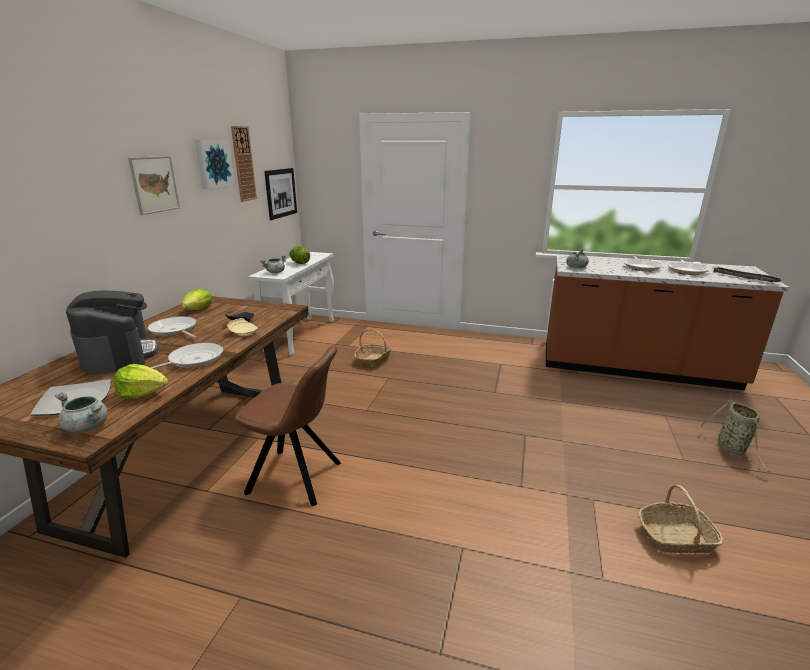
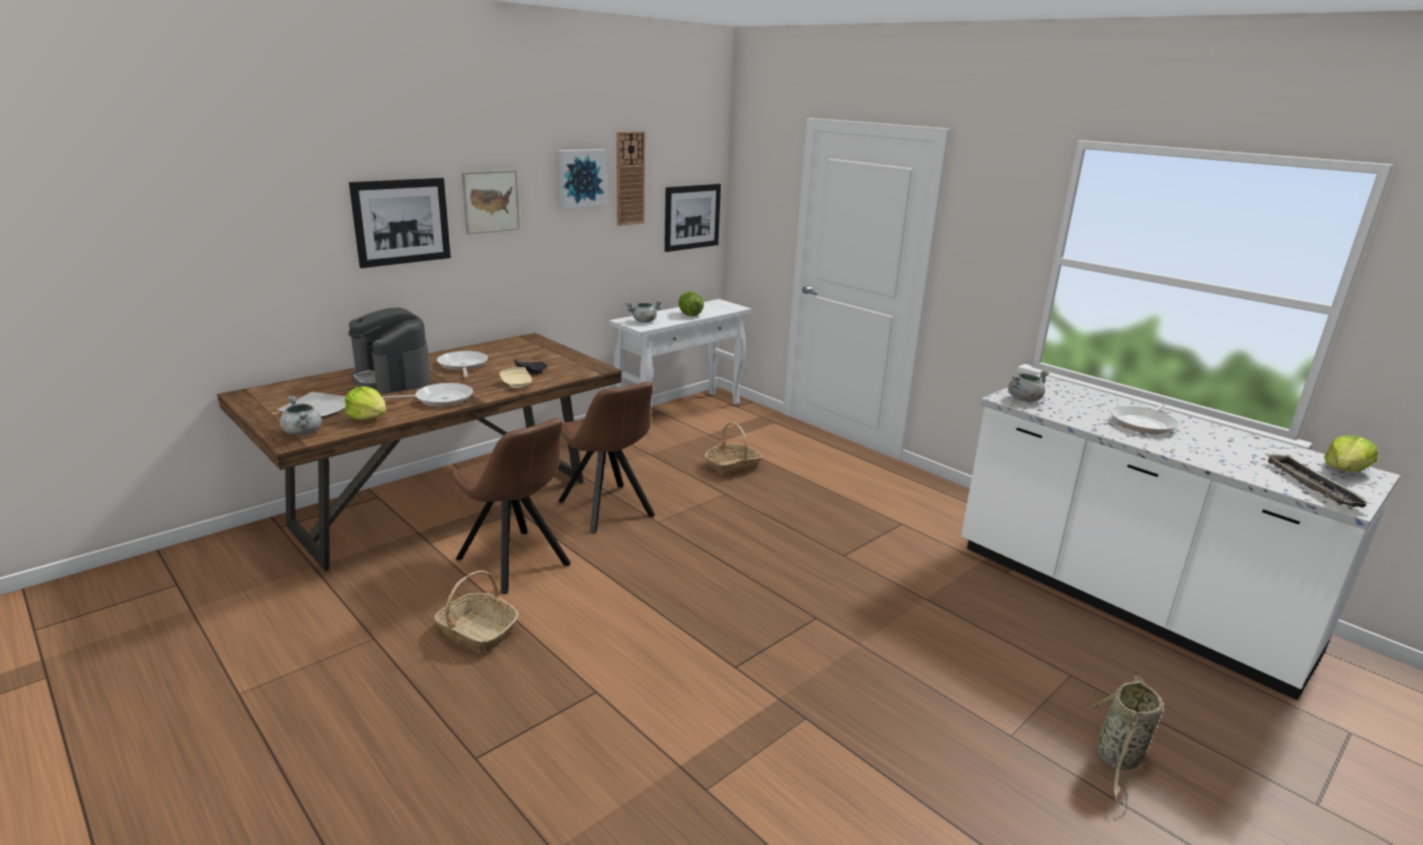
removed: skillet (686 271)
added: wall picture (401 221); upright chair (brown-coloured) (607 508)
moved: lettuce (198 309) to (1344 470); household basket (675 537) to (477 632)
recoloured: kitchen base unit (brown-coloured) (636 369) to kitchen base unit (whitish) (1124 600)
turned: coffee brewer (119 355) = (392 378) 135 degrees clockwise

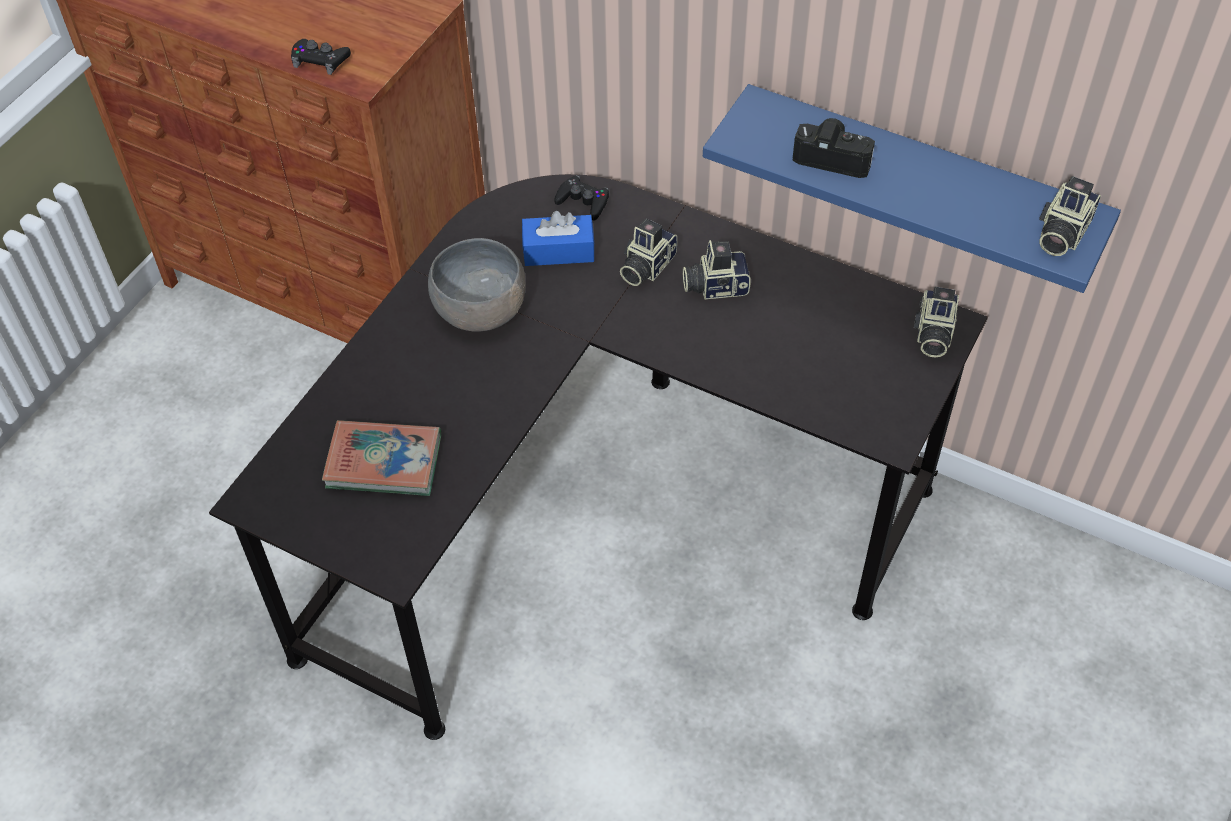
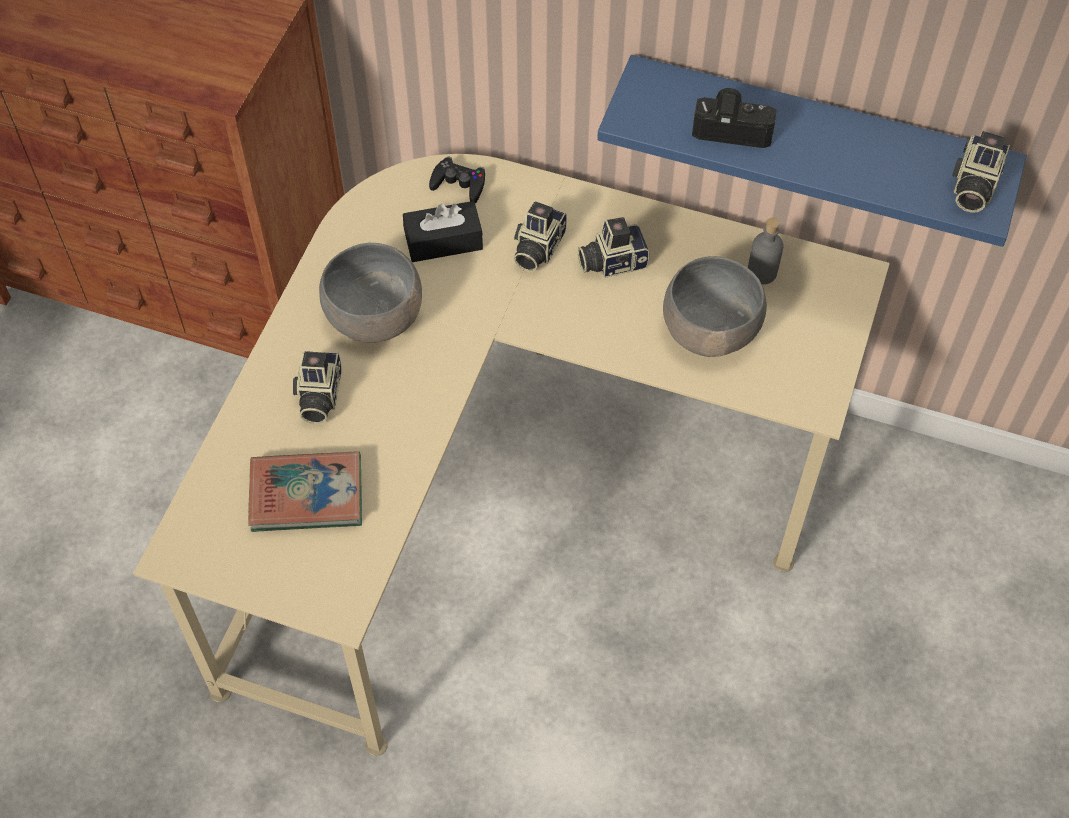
removed: joypad (black-coloured) (320 60)
added: bottle (greyish) (762 272); serving bowl (greyish) (709 330)
moved: still camera (932 334) to (318 396)
recoloured: desk table (black-coloured) (598 511) to desk table (beige-coloured) (502 493); box of tissues (blue-coloured) (558 250) to box of tissues (black-coloured) (443 241)

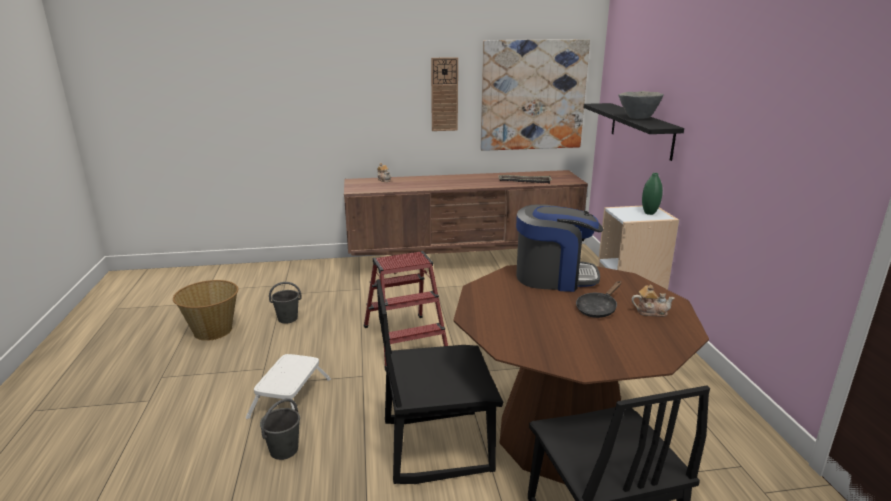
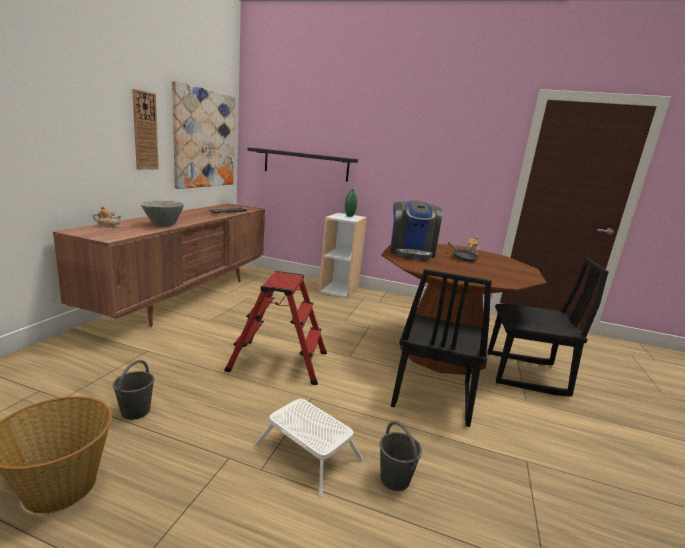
moved: serving bowl (greyish) (637 118) to (163 225)
turned: coffee brewer (554 277) = (411 252) 150 degrees clockwise

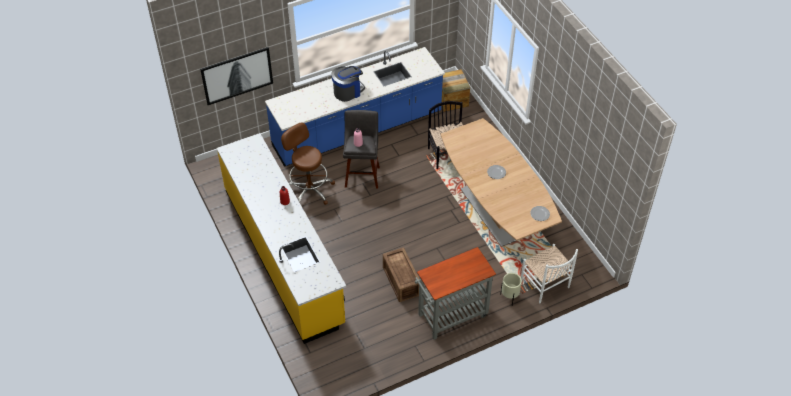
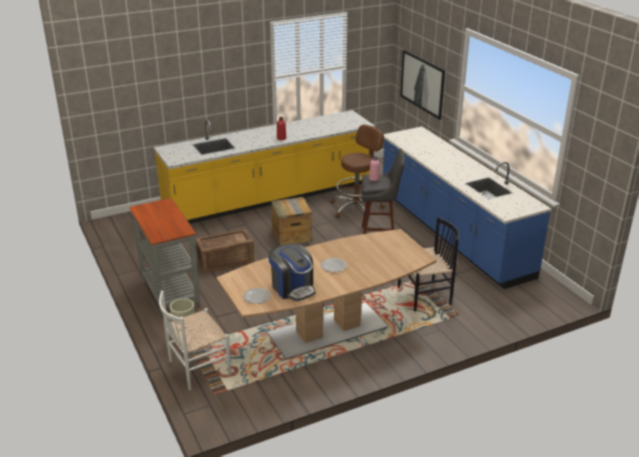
moved: coffee brewer (348 91) to (292 288); crate (451 100) to (291 235)

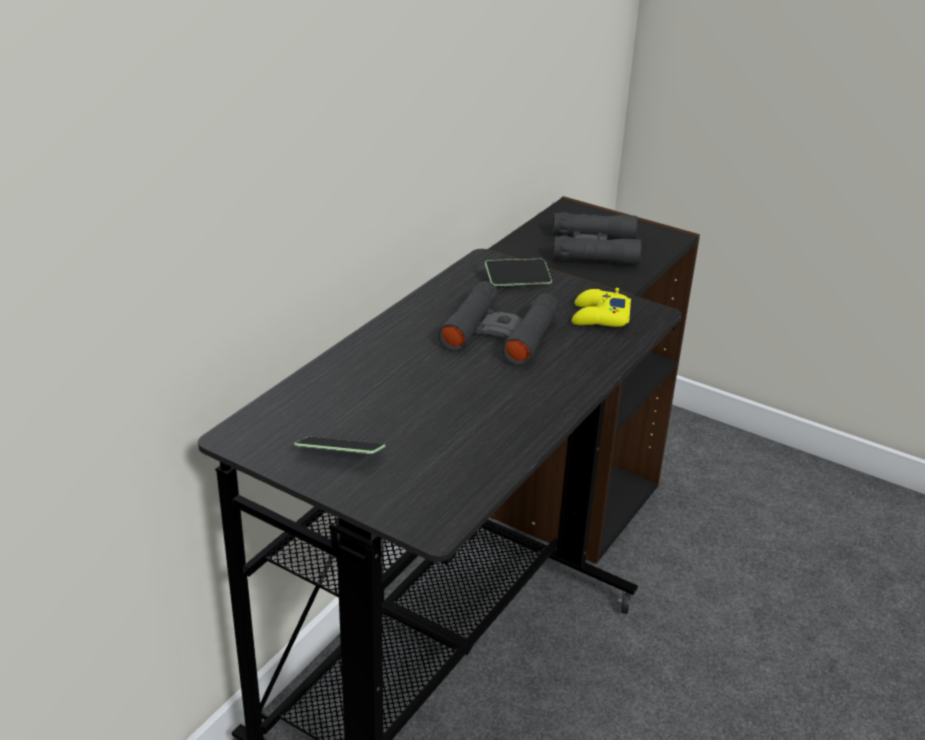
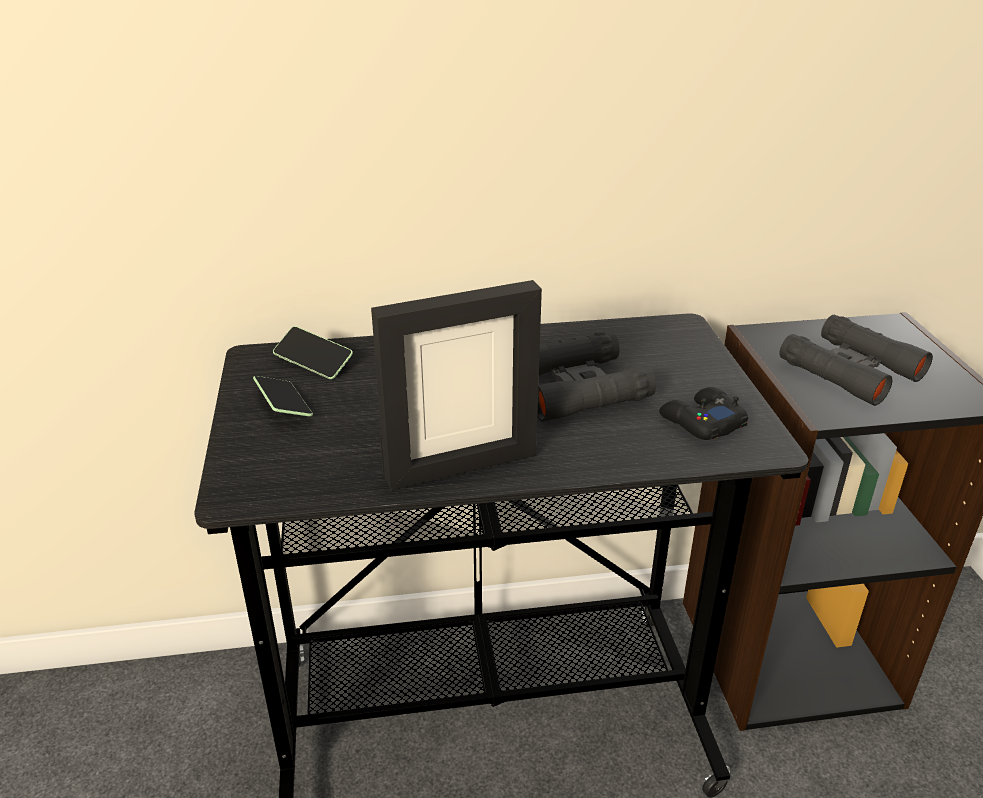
added: photo frame (460 465)
moved: phone (517 281) to (313 362)
recoloured: joypad (yellow-coloured) (599 317) to joypad (black-coloured) (701 422)

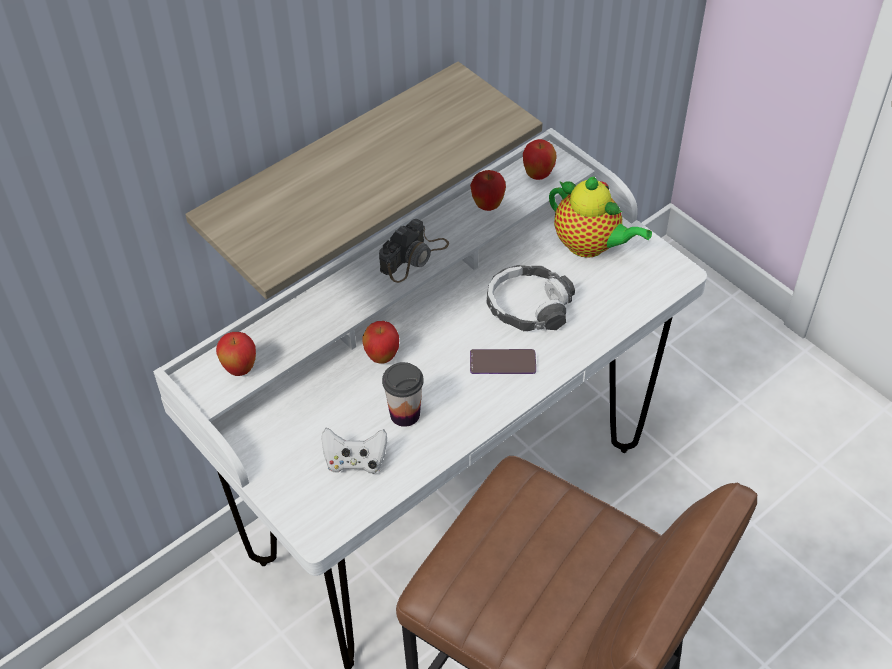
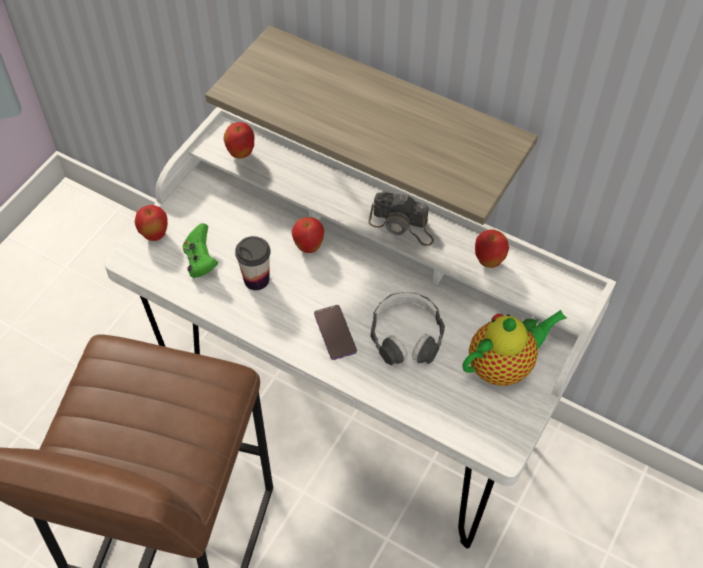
moved: whole apple (538 175) to (155 235)
recoloured: joypad (whitish) (355 461) to joypad (greenish) (201 261)
turned: teapot (590 245) = (504 365) 135 degrees counterclockwise

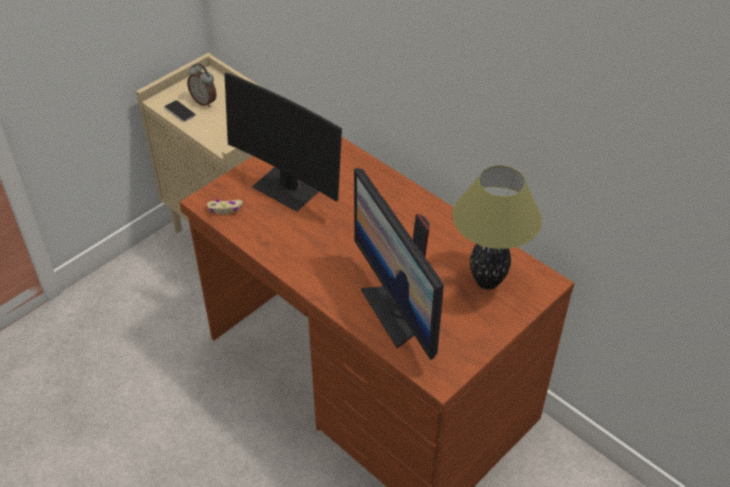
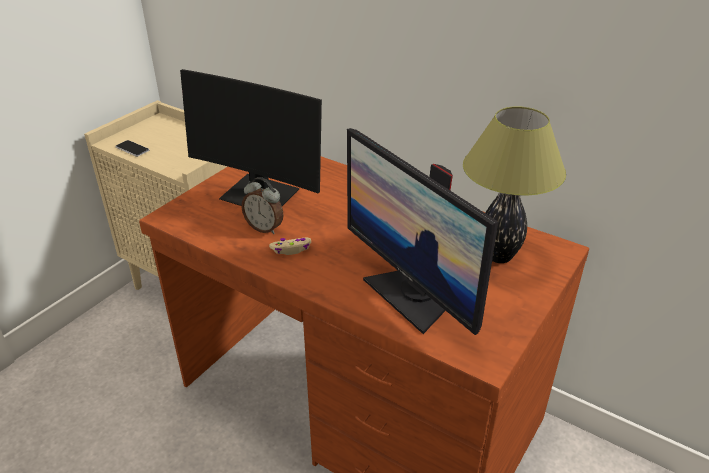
moved: table clock (204 101) to (265 228); joypad (beige-coloured) (225 209) to (291 249)

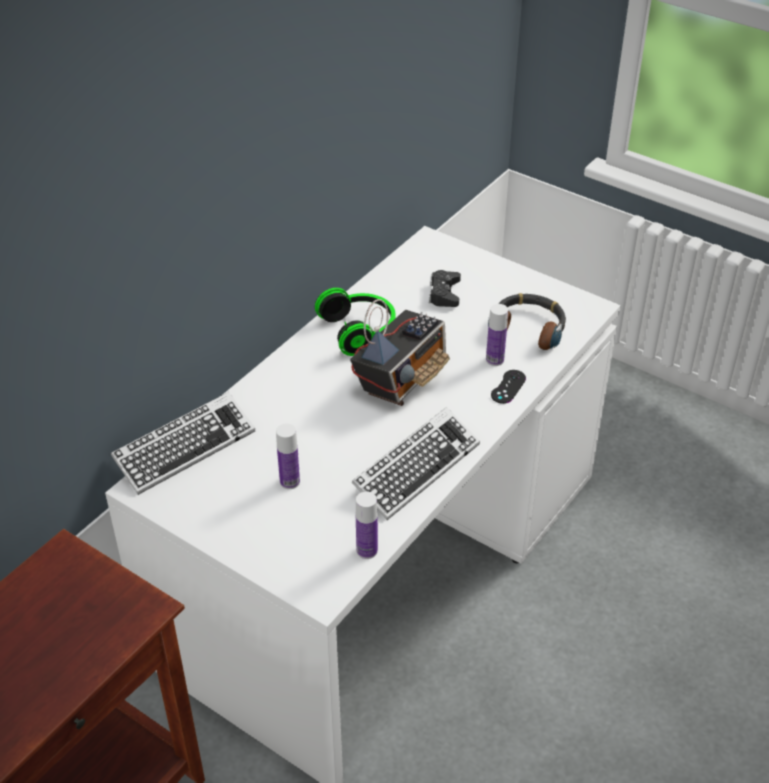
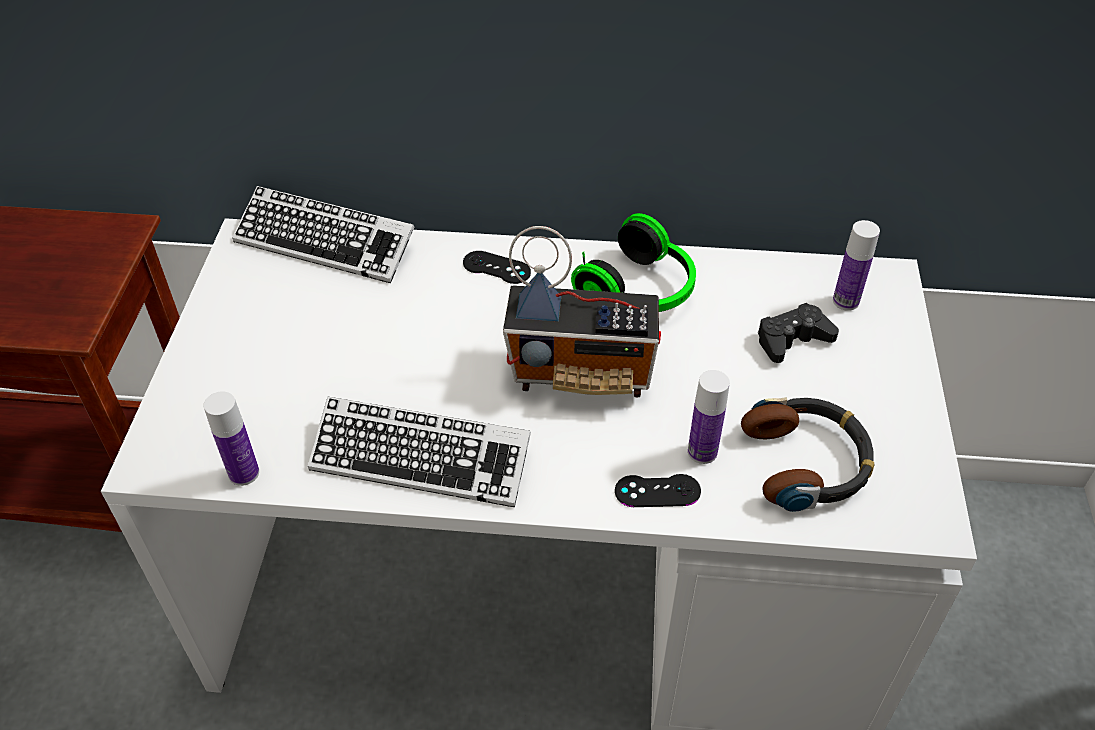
added: joypad (black-coloured) (496 267)
moved: bottle (290 482) to (845 301)

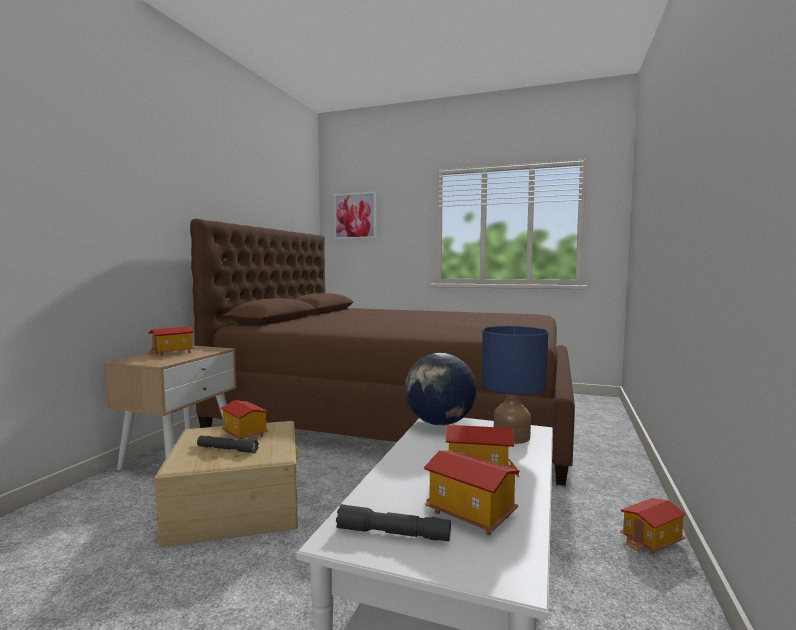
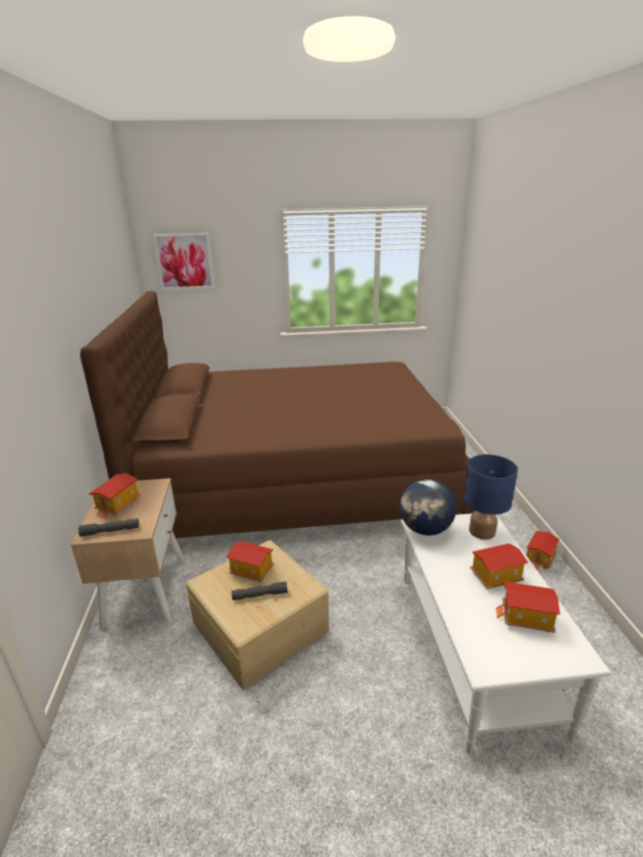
moved: torch (greyish) (393 534) to (110 531)

